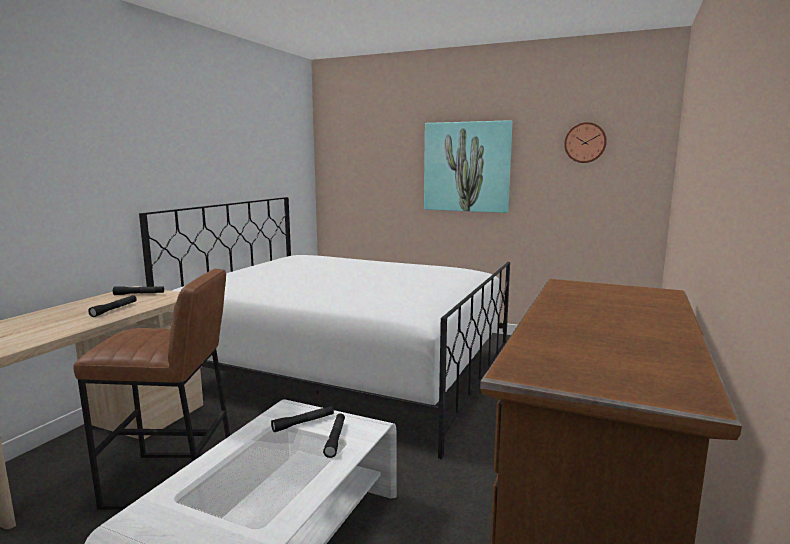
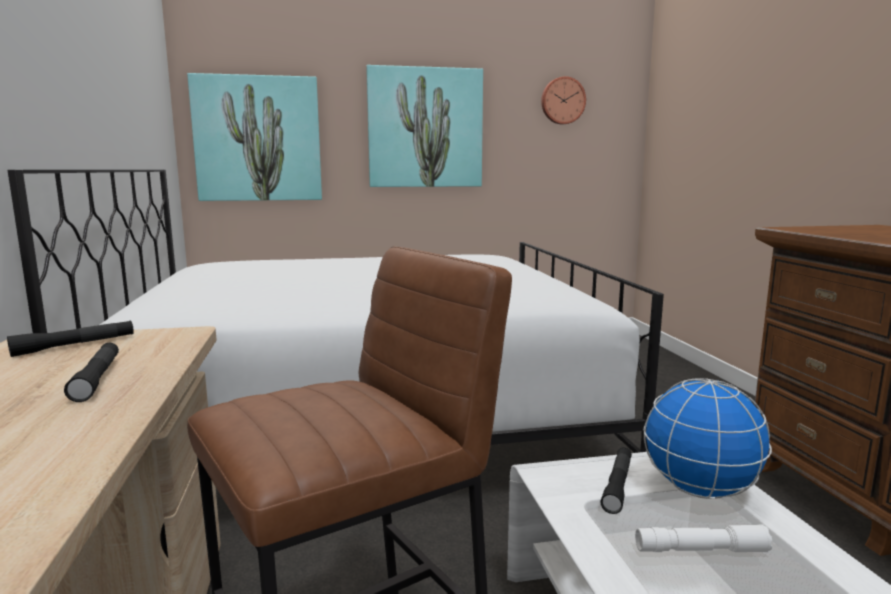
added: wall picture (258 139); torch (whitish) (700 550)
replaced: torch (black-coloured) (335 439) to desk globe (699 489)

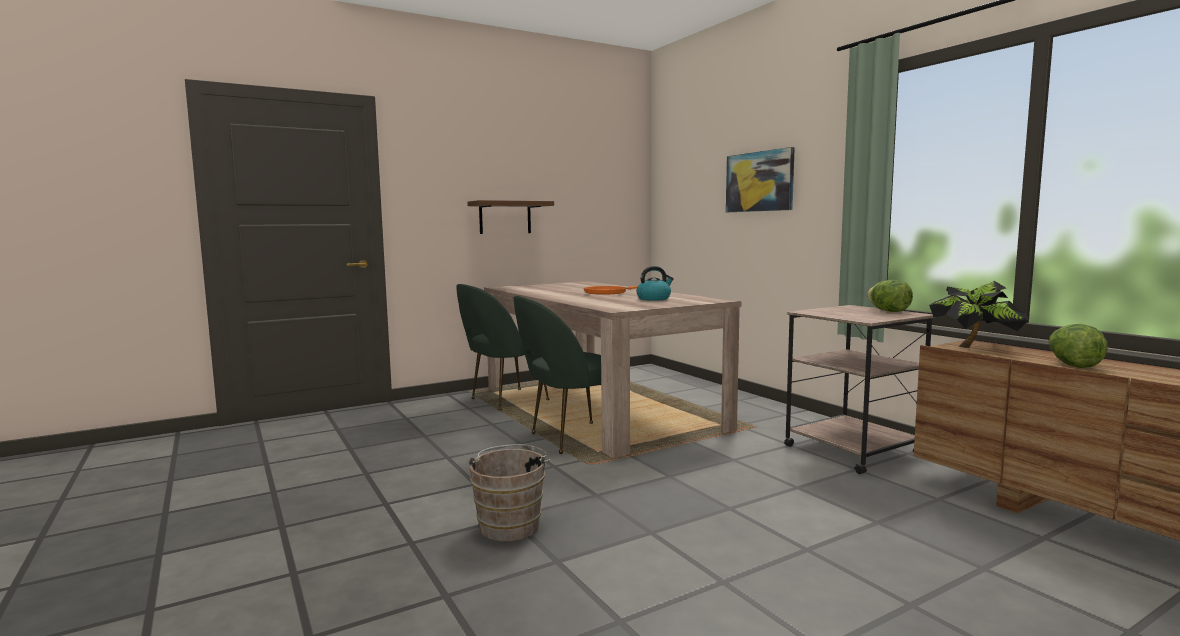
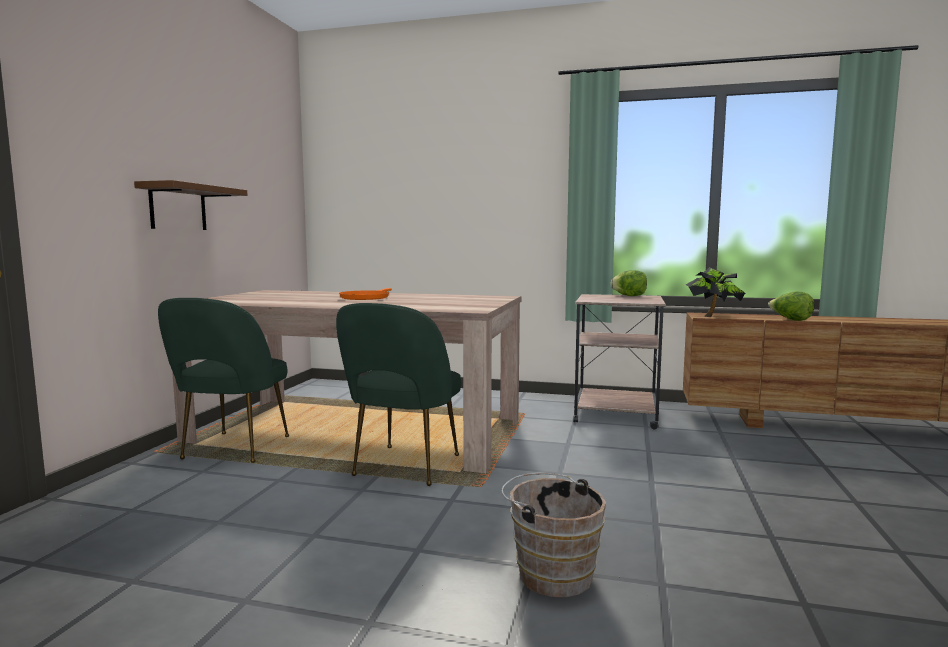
removed: wall picture (759 181); water kettle (654 299)

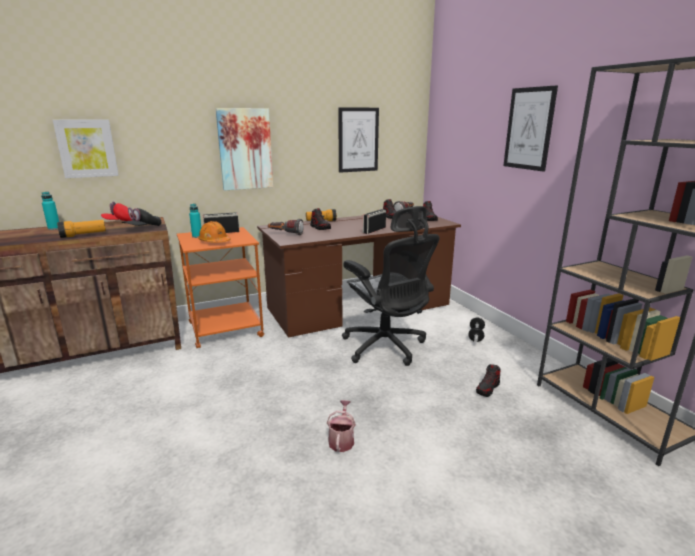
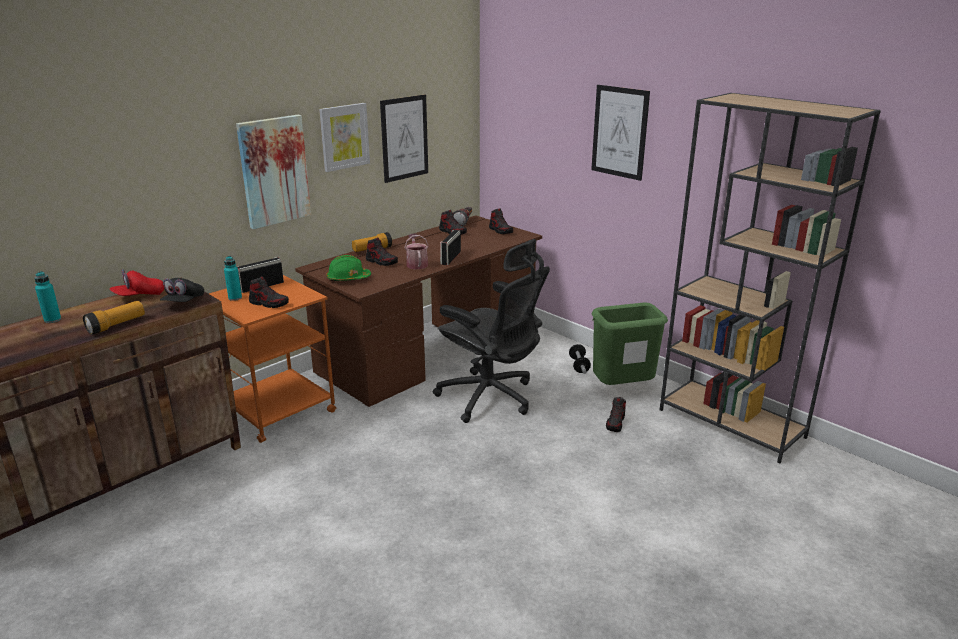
added: trash can (greenish) (622 389)
moved: wall picture (87 148) to (344 136); watering can (341 439) to (416 264)
replaced: torch (285 234) to hard hat (greenish) (348 278); hard hat (orange) (214 241) to item of footwear (269 303)

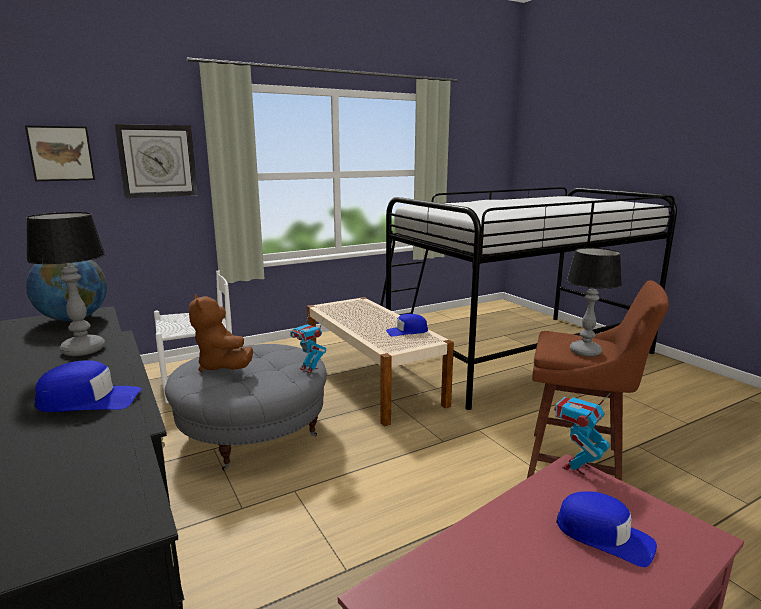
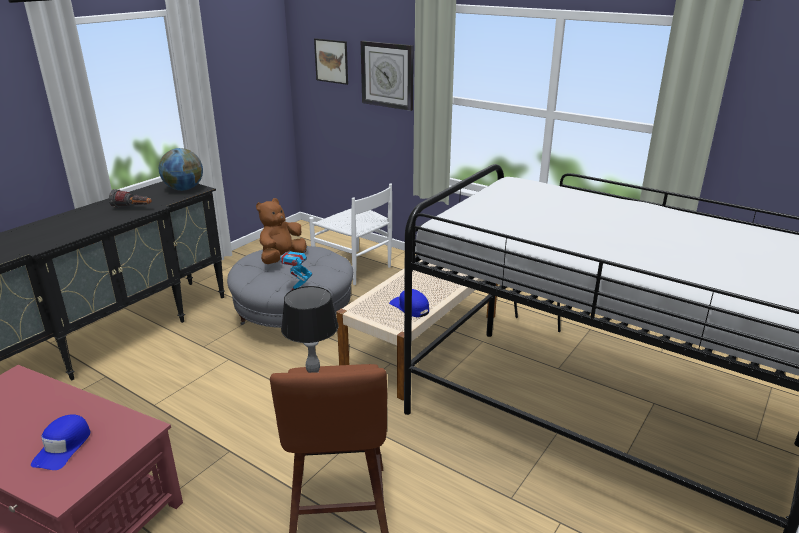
removed: cap (blue-coloured) (89 400); toy robot (576 467)
replaced: lamp for a table (84 350) to torch (133 208)

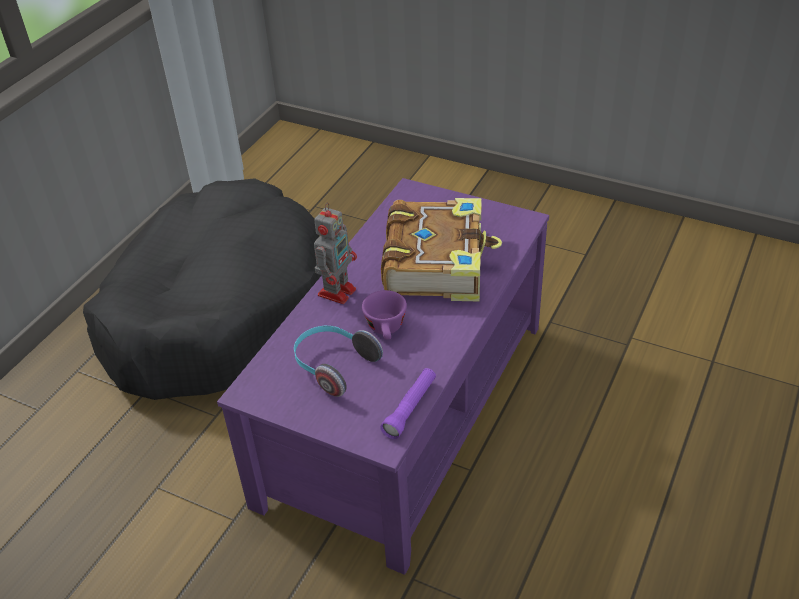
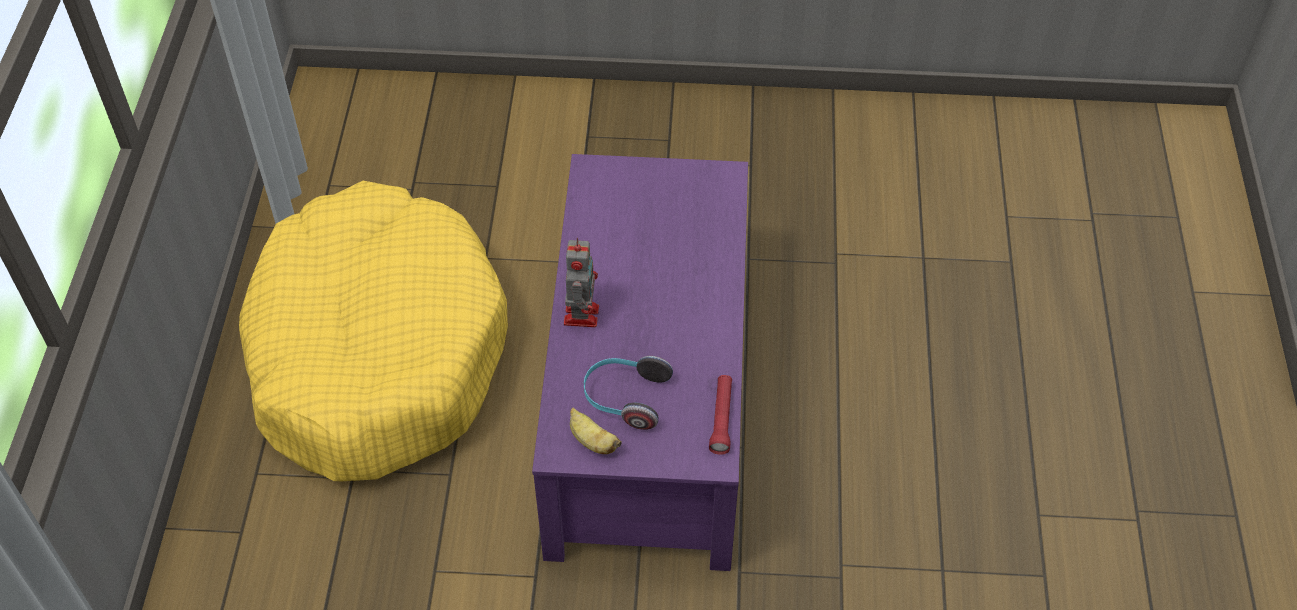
removed: book (437 263); small cup (purple) (387 330)
added: banana (592 441)
recoloured: pet bed (black-coloured) (216 311) to pet bed (yellow-coloured) (375 352); torch (purple) (410 408) to torch (red-coloured) (721 419)

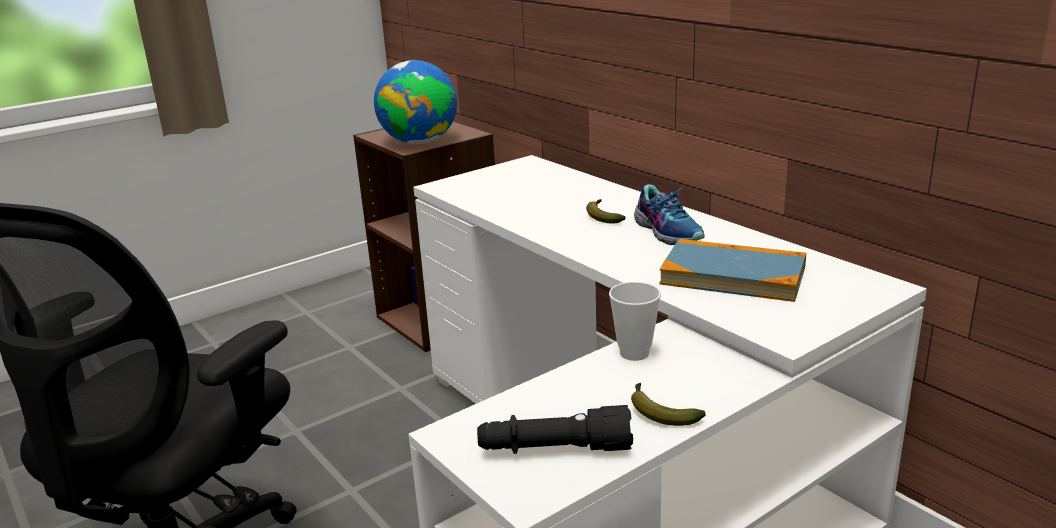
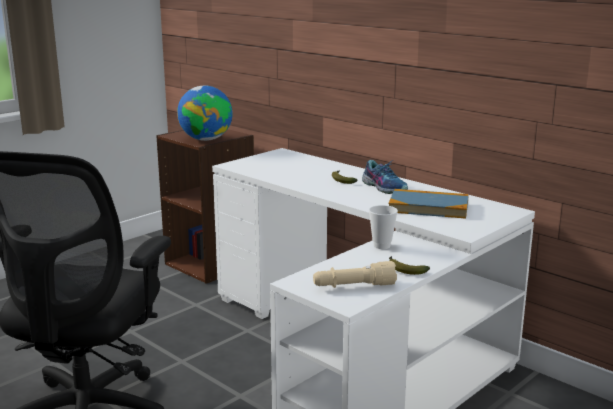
recoloured: torch (black-coloured) (554 450) to torch (beige-coloured) (354 286)

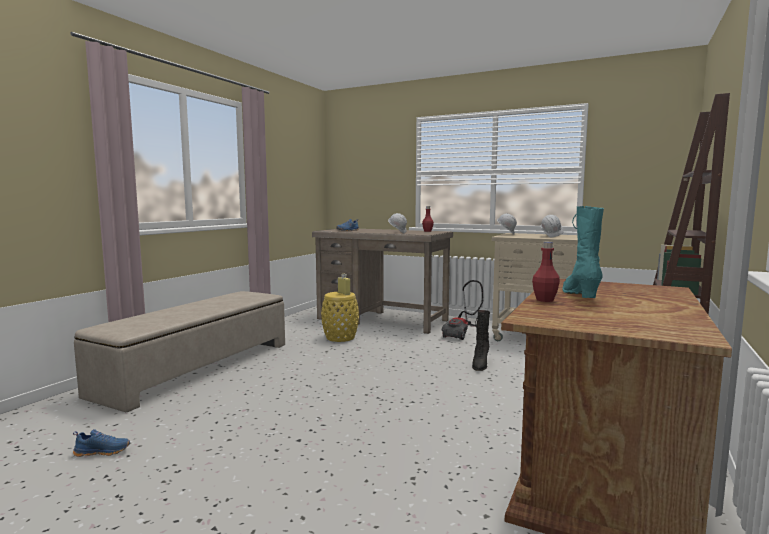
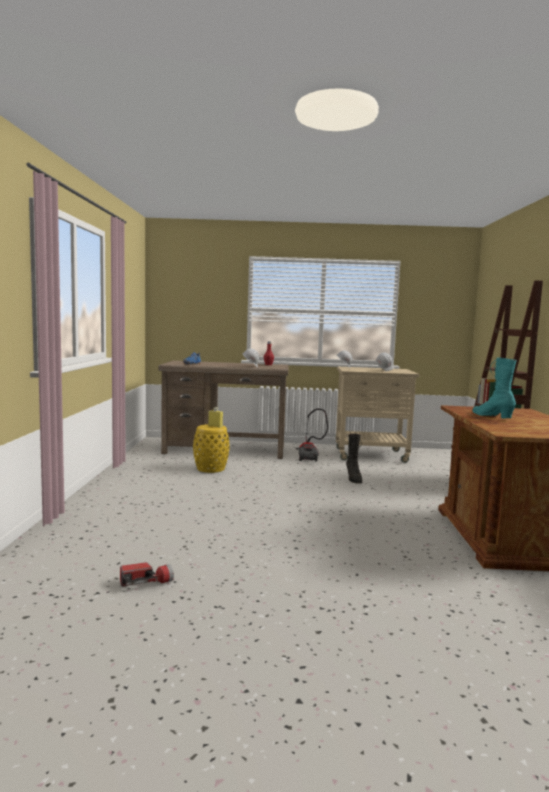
removed: bottle (red-coloured) (545 300); long seat (beige-coloured) (198 367)
replaced: item of footwear (blue-coloured) (103 451) to torch (146 583)

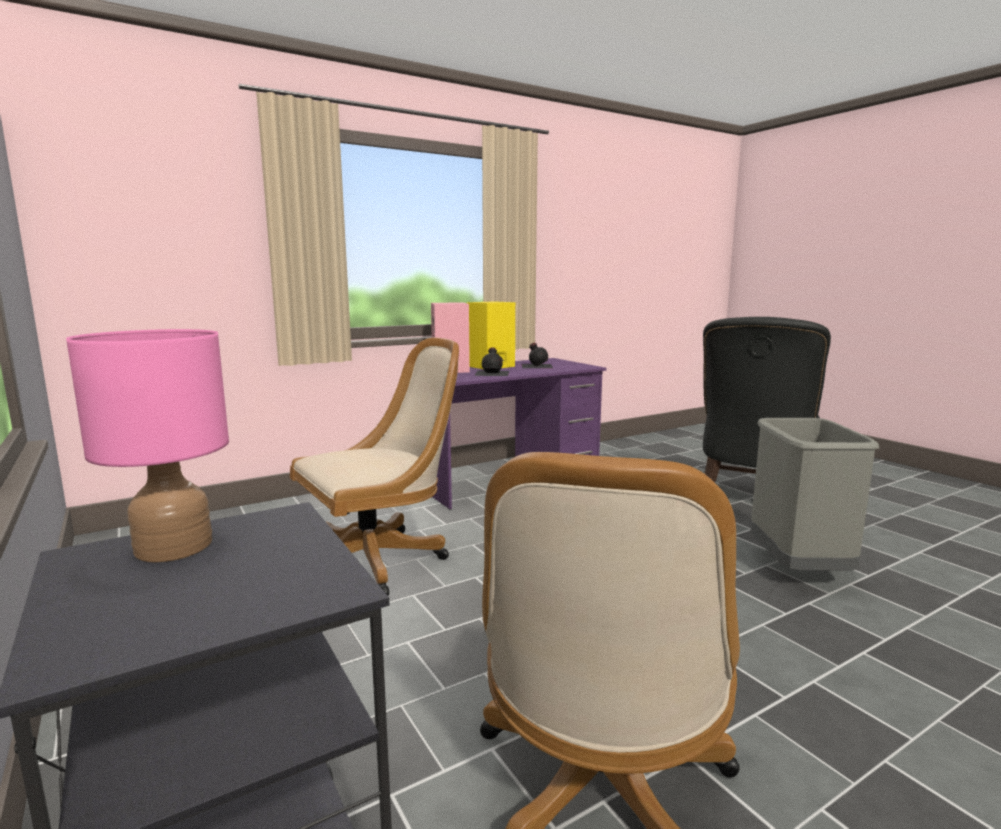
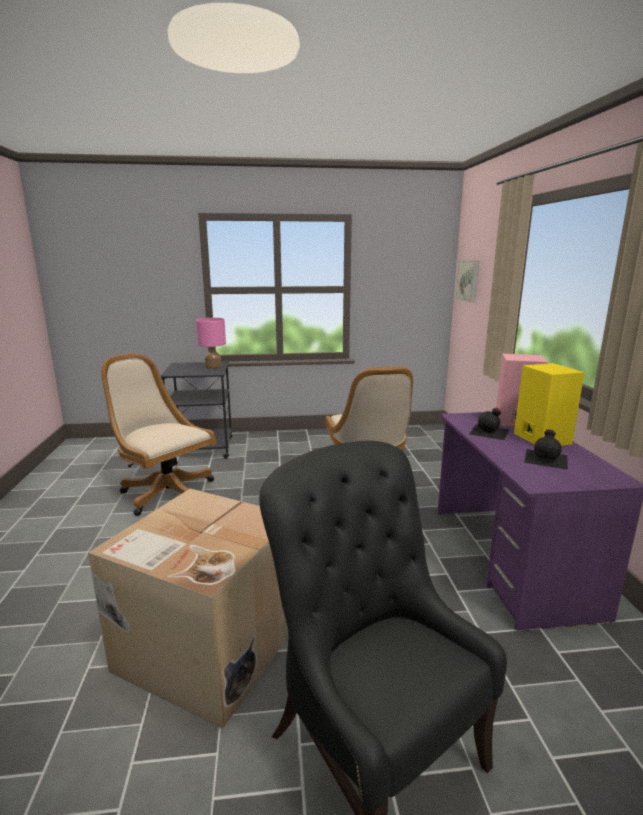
added: wall picture (469 280)
replaced: trash can (greyish) (798 568) to packing box (205 647)

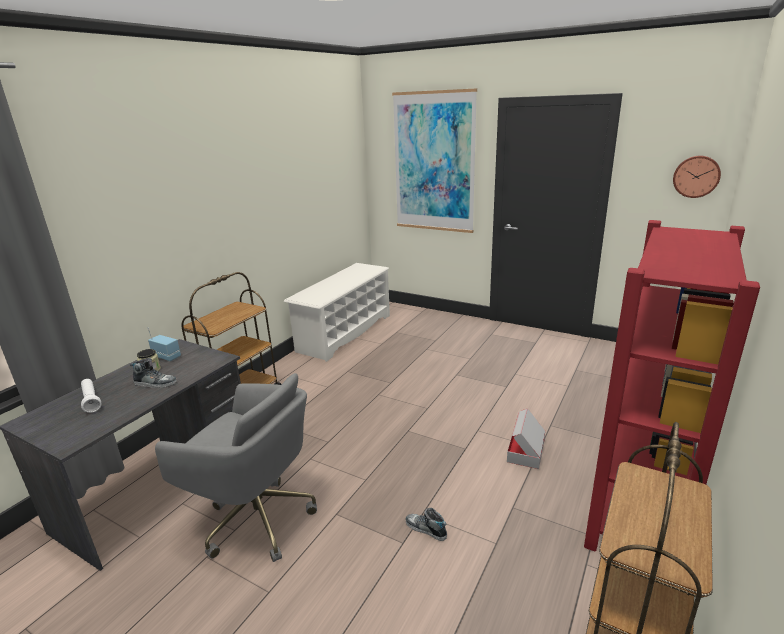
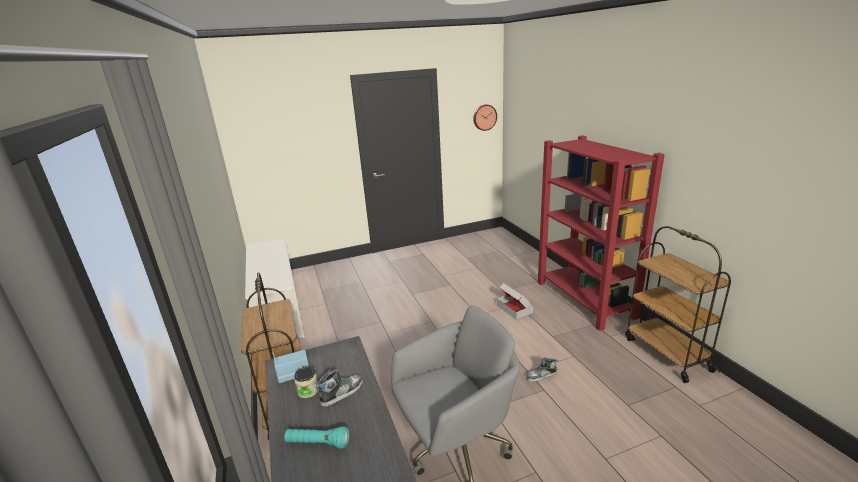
removed: wall picture (434 163)
recoloured: torch (whitish) (91 401) to torch (turquoise) (318 443)

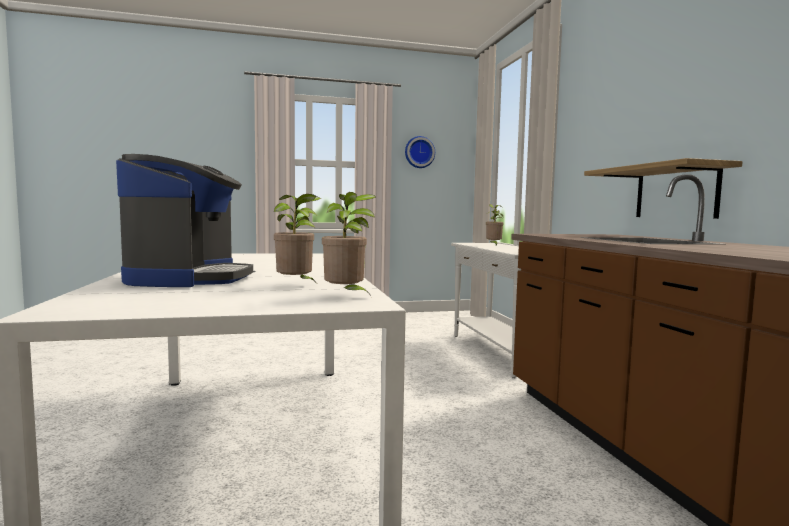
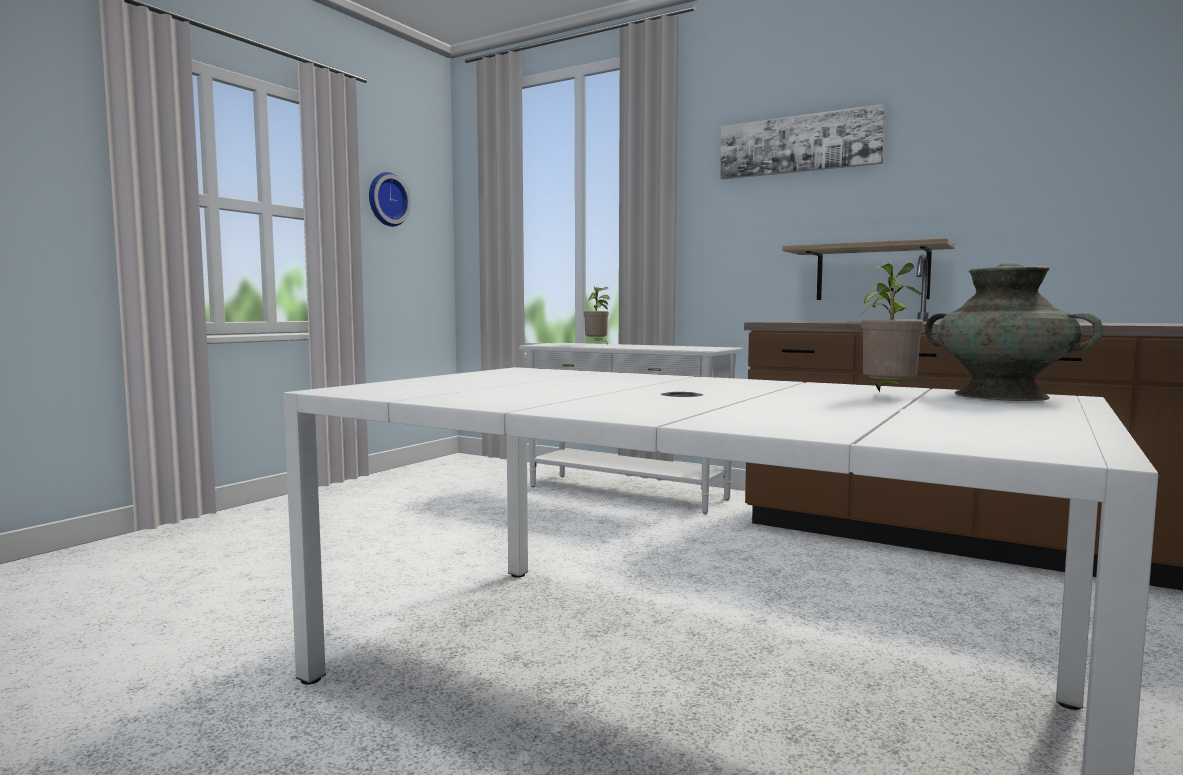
removed: coffee brewer (189 278)
added: wall picture (799 144)
replaced: houseplant (346 297) to flower vase (turquoise) (1002 396)

